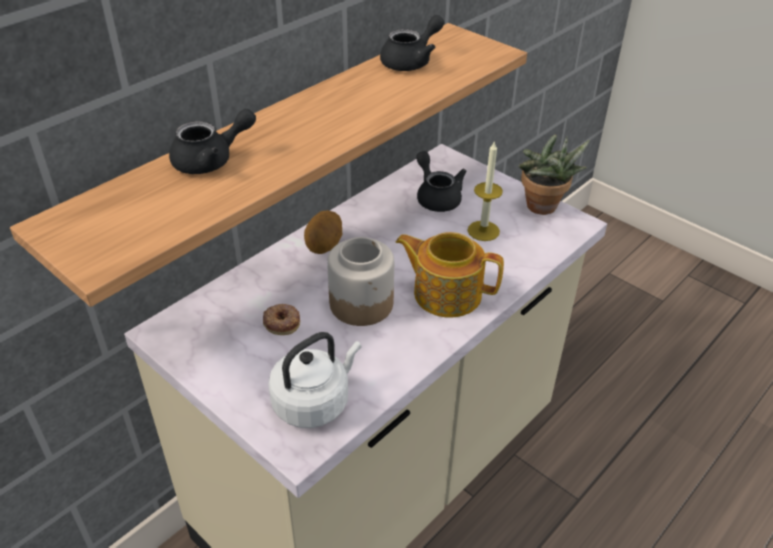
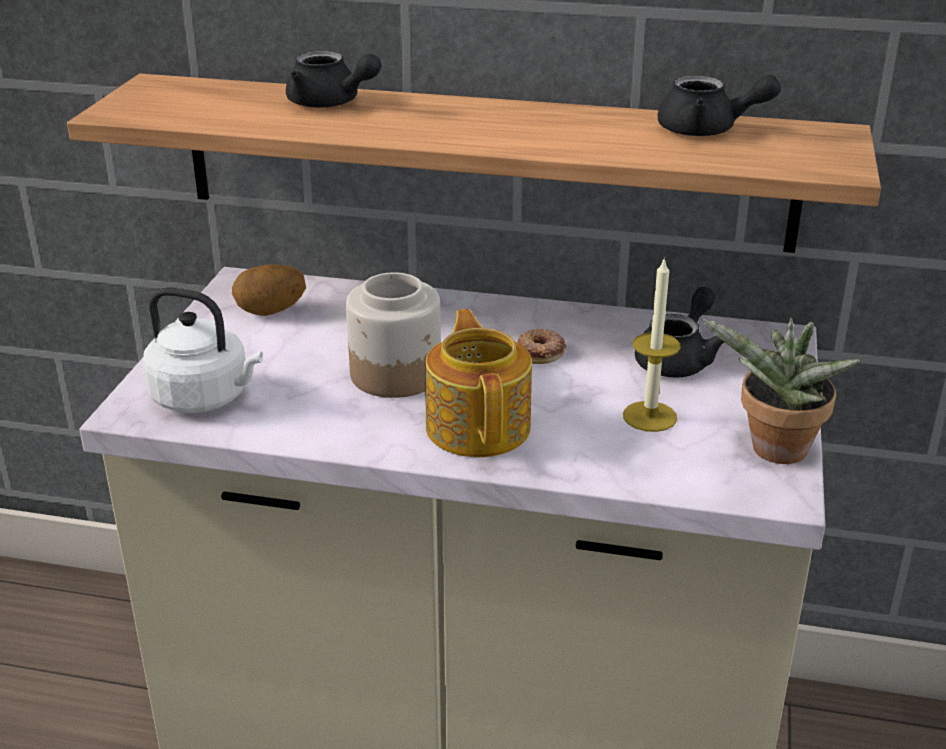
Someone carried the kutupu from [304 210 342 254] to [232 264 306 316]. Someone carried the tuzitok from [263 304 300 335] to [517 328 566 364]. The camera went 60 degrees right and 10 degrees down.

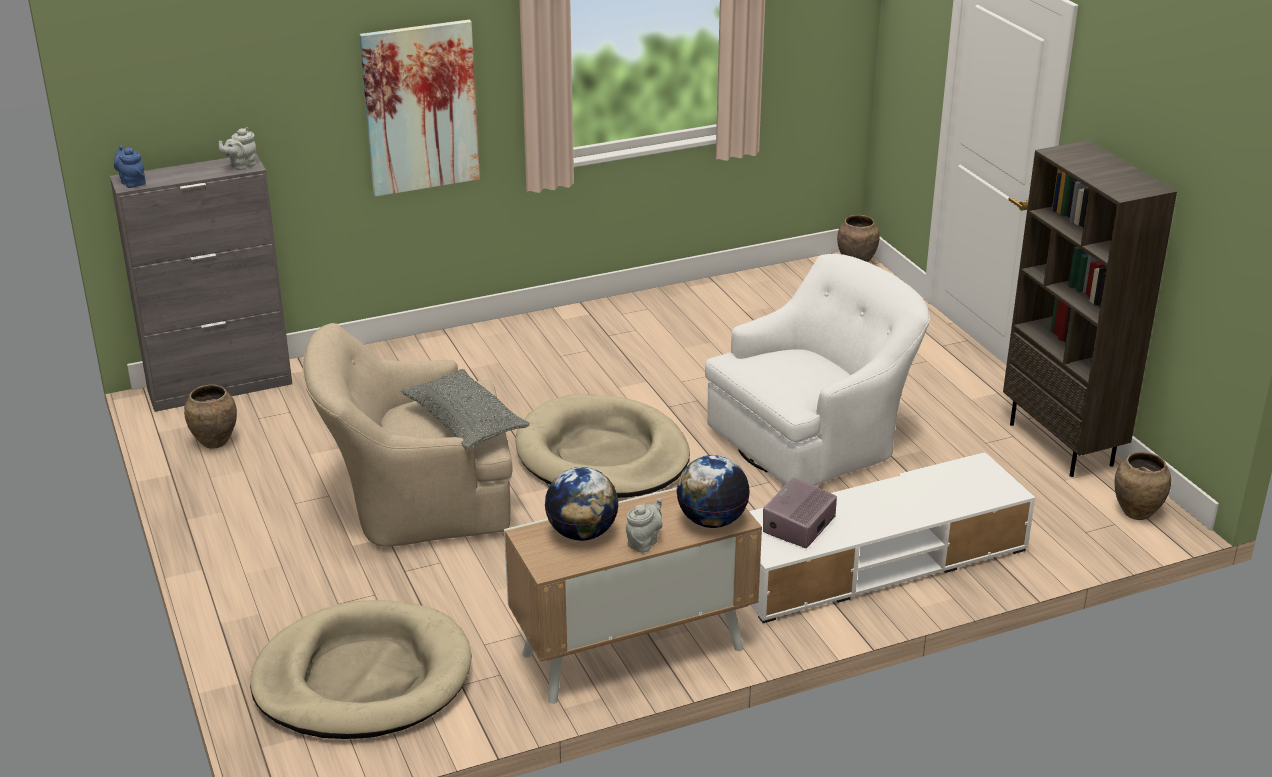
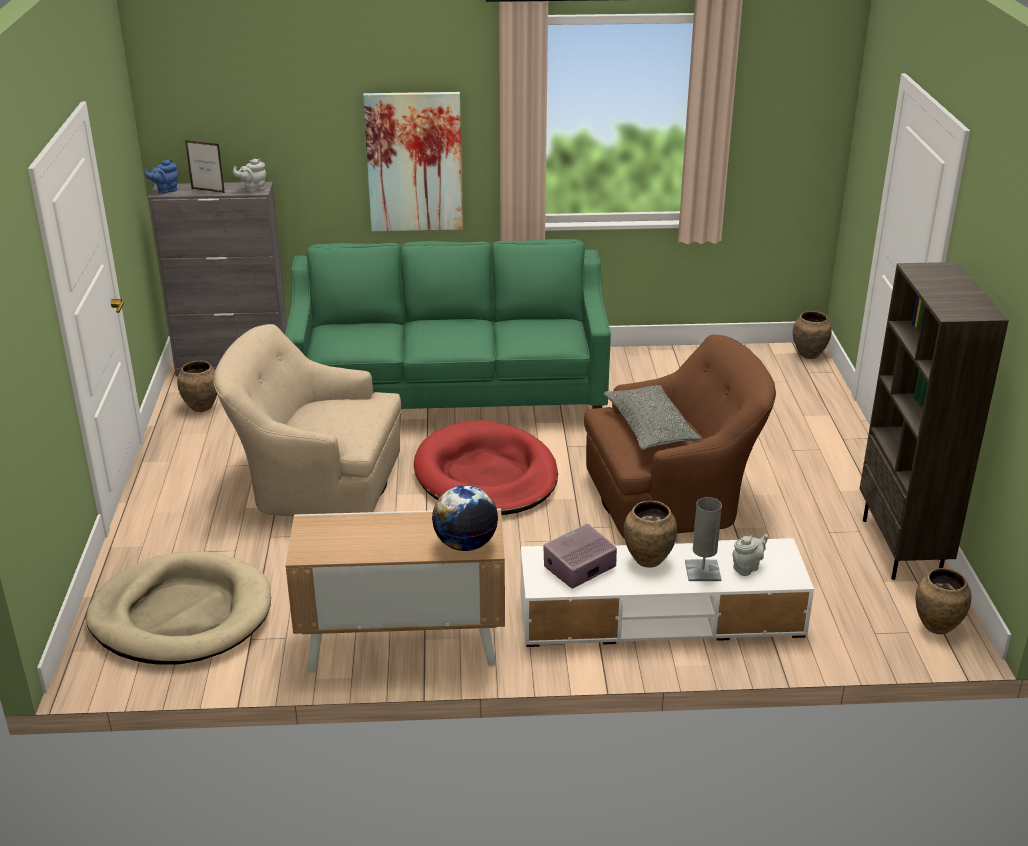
Someone rotated the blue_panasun at [114 145 146 188] by 105 degrees counterclockwise. Someone repainted the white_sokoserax at [705 254 930 486], which became the brown_sokoserax at [584 335 776 539]. Someone carried the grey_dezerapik from [401 369 530 450] to [604 385 702 450]. Someone repainted the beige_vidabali at [515 394 690 498], which became the red_vidabali at [414 420 558 515]. Someone took away the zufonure at [545 467 619 541]. Someone carried the grey_panasun from [626 498 662 553] to [733 534 768 576]. Someone put down the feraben at [185 140 225 193]. Someone put down the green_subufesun at [285 239 611 409]. Someone put down the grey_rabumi at [685 497 722 581]. Someone put down the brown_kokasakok at [624 501 677 568]. The camera went 20 degrees right and 0 degrees up.

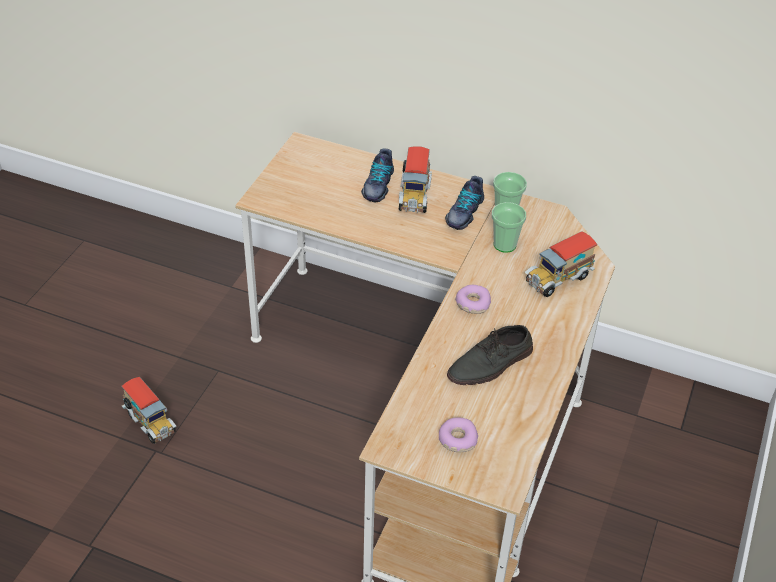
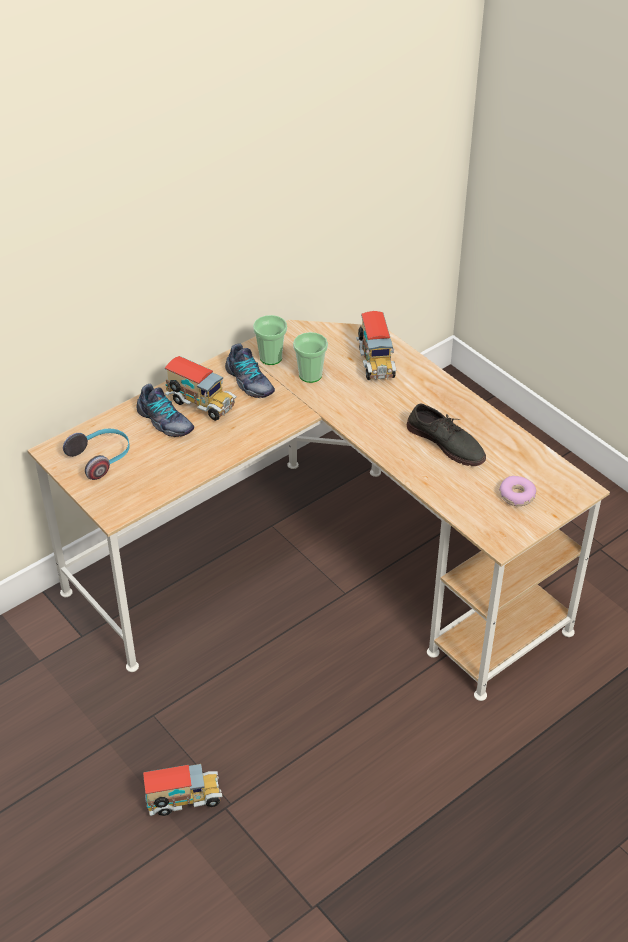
Someone took away the tuzitok at [456 285 491 314]. Someone rotated the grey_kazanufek at [447 325 533 385] by 45 degrees counterclockwise. Someone put down the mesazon at [63 429 129 480]. The camera went 60 degrees left and 0 degrees up.

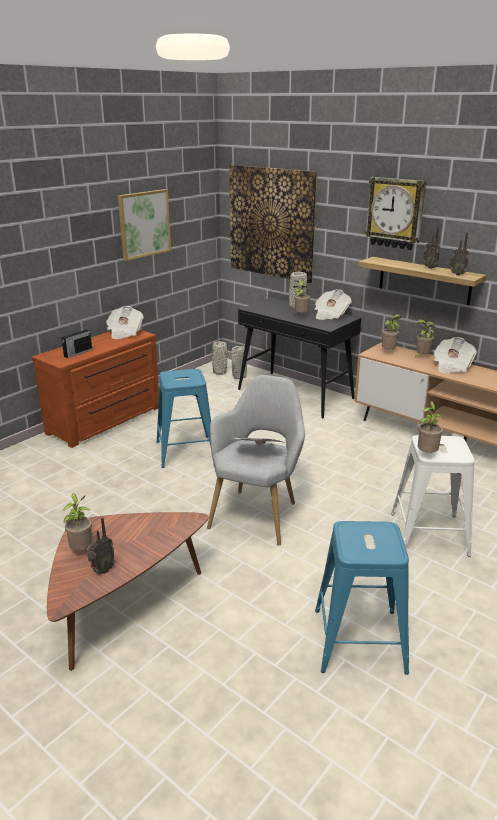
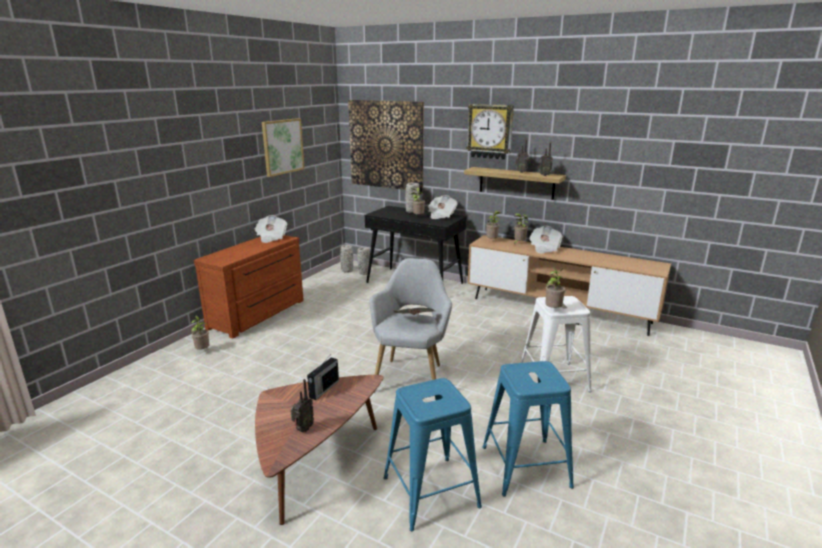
Someone carried the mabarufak from [61 327 92 358] to [307 357 339 400]. Someone carried the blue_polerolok from [157 369 211 468] to [384 378 482 531]. Someone carried the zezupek from [63 493 93 551] to [191 315 210 350]. The camera went 10 degrees left and 5 degrees down.

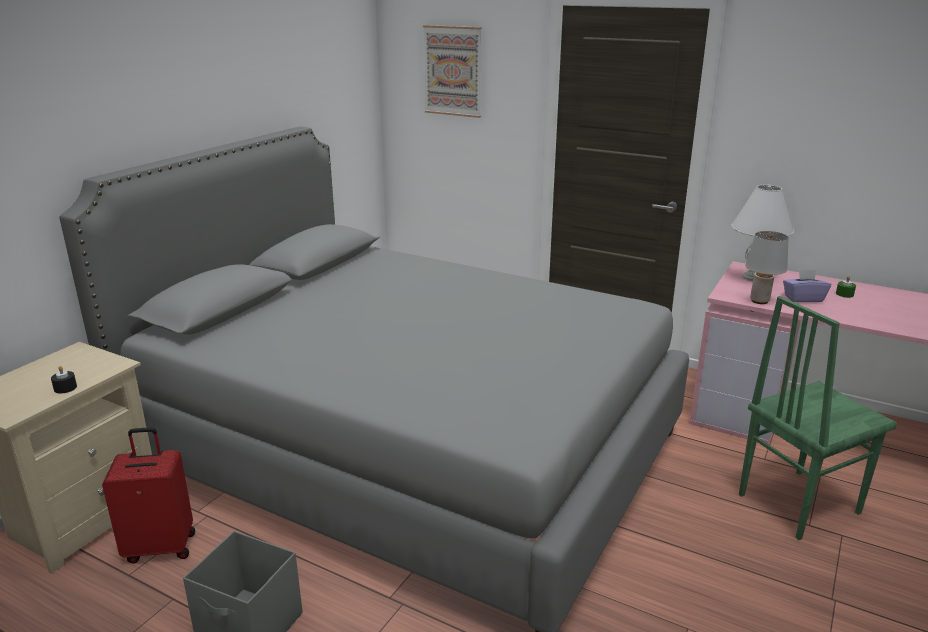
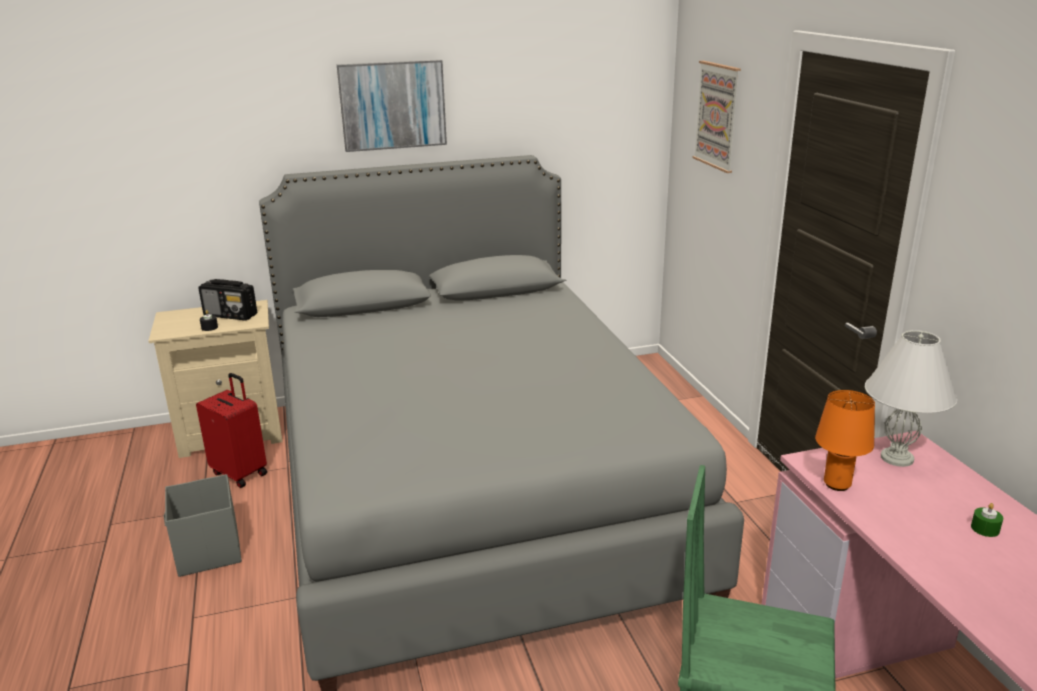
Someone repainted the grey_rabumi at [746 231 789 304], which became the orange_rabumi at [815 390 875 491]. Someone took away the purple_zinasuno at [783 269 831 302]. Someone put up the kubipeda at [337 60 447 152]. Someone put down the mabarufak at [198 279 257 321]. The camera went 45 degrees right and 0 degrees up.

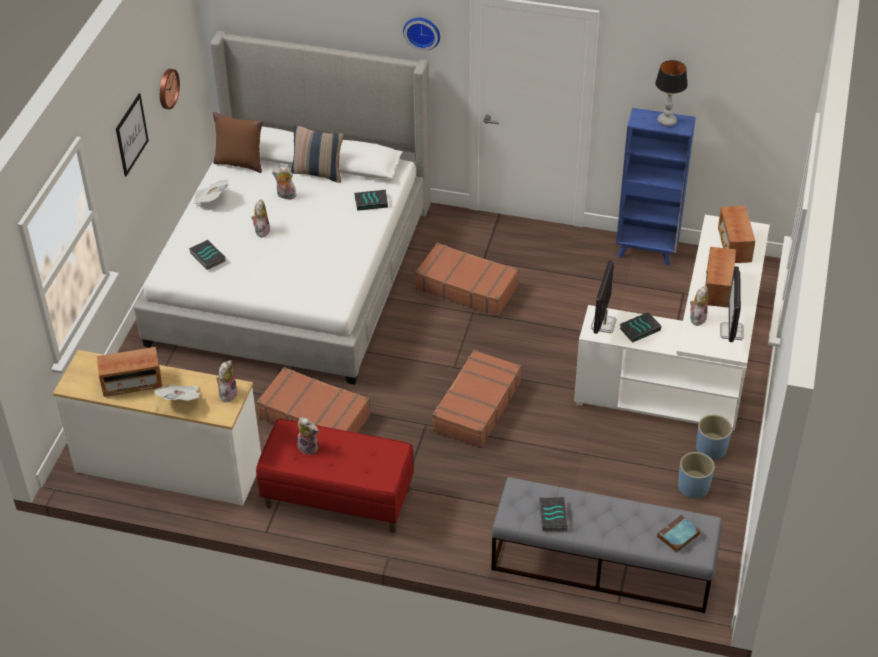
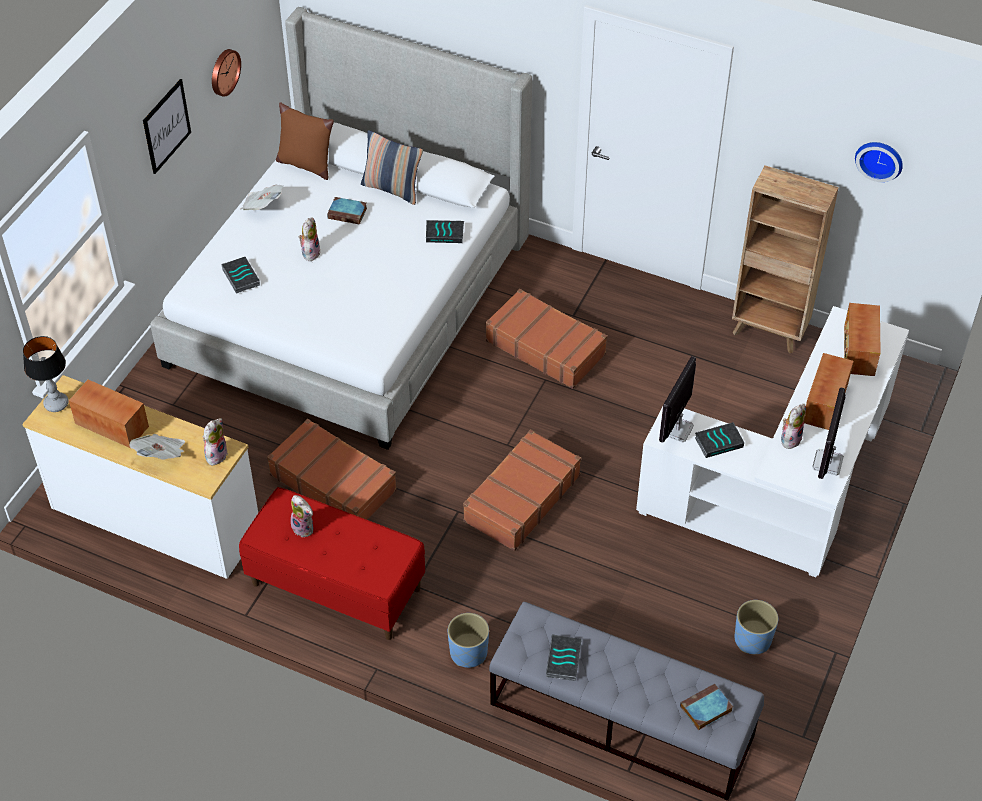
Someone carried the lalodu from [403 17 440 51] to [855 142 903 182]. Someone carried the rabumi from [655 60 688 126] to [23 336 69 412]. Someone repainted the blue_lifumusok at [616 108 696 266], which became the brown_lifumusok at [732 165 839 353]. Someone swapped the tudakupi at [272 167 296 199] for the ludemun at [327 197 367 225]. Someone rotated the mabarufak at [97 347 162 397] by 150 degrees counterclockwise. Someone carried the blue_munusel from [696 415 732 460] to [448 613 489 668]. The camera went 10 degrees right and 5 degrees up.

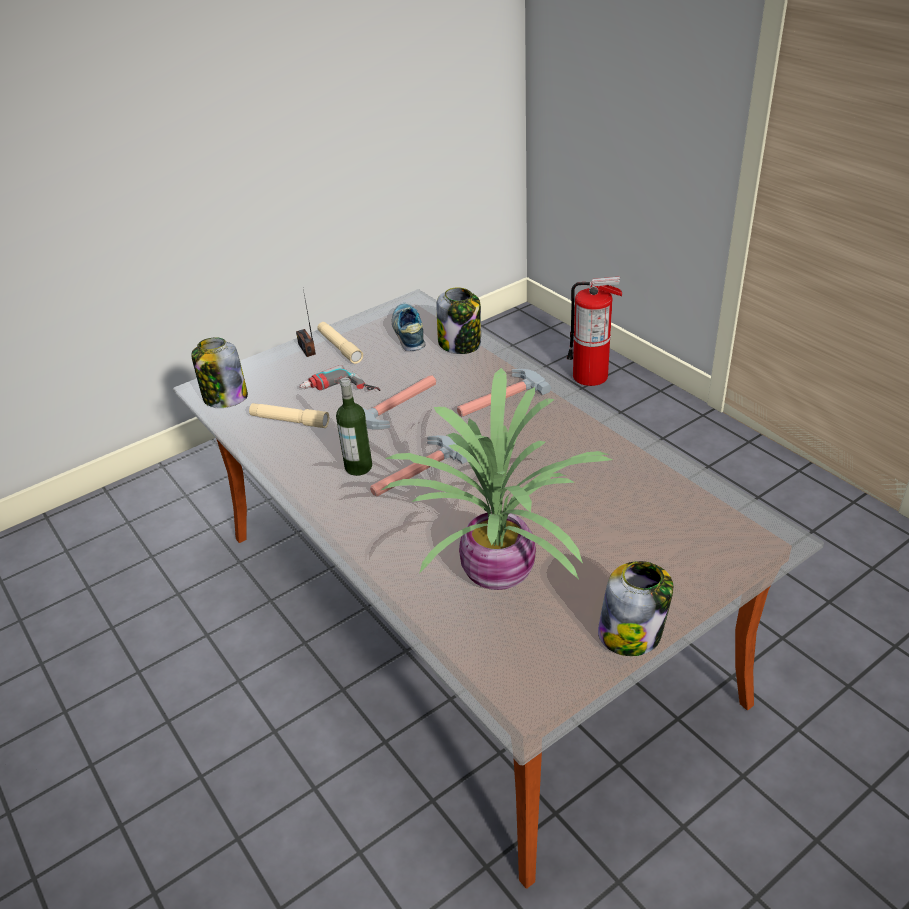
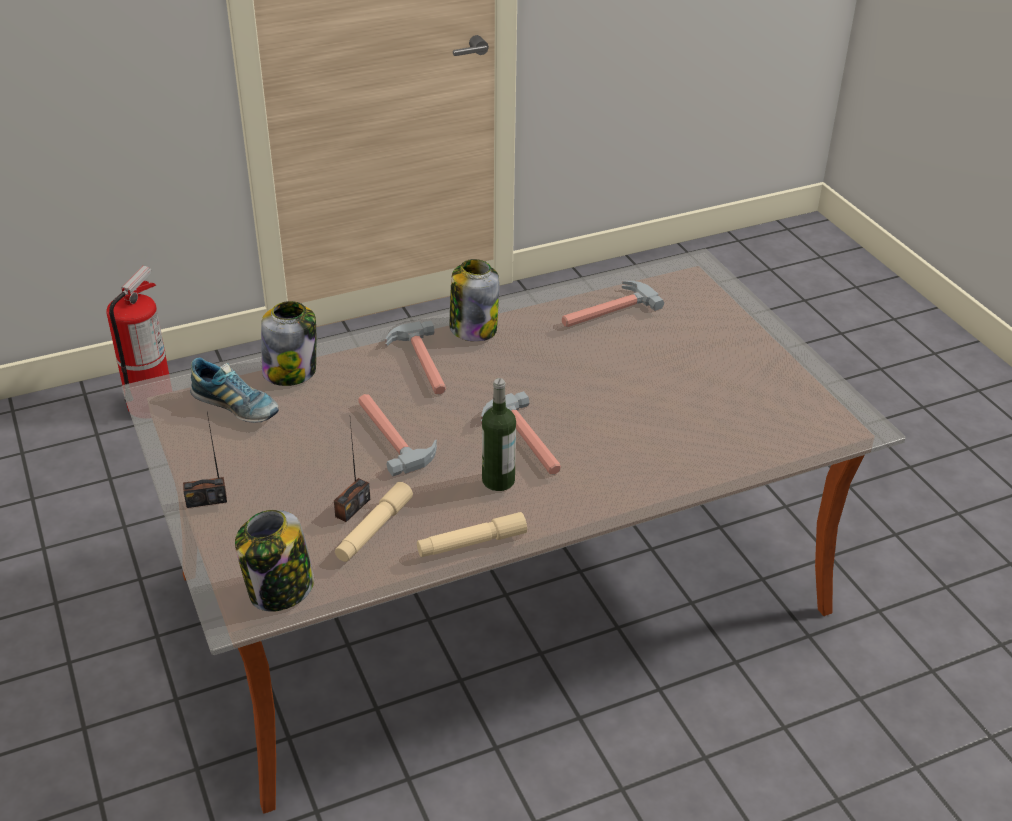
Someone rotated the kazanufek at [392 303 426 351] by 150 degrees counterclockwise. Someone carried the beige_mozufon from [317 322 363 364] to [417 512 527 557]. Someone took away the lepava at [300 365 381 391]. Someone took away the zezupek at [380 368 613 590]. Someone carried the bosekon from [598 561 673 656] to [450 259 499 342]. Someone put down the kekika at [562 281 664 327]. Someone put down the mabarufak at [334 421 370 522]. The camera went 80 degrees left and 0 degrees up.

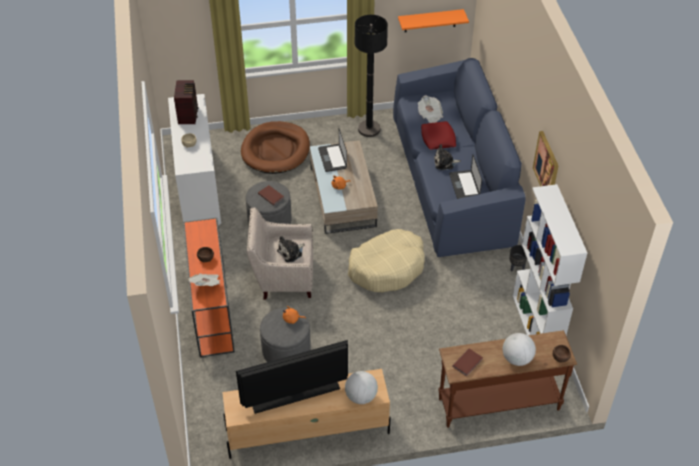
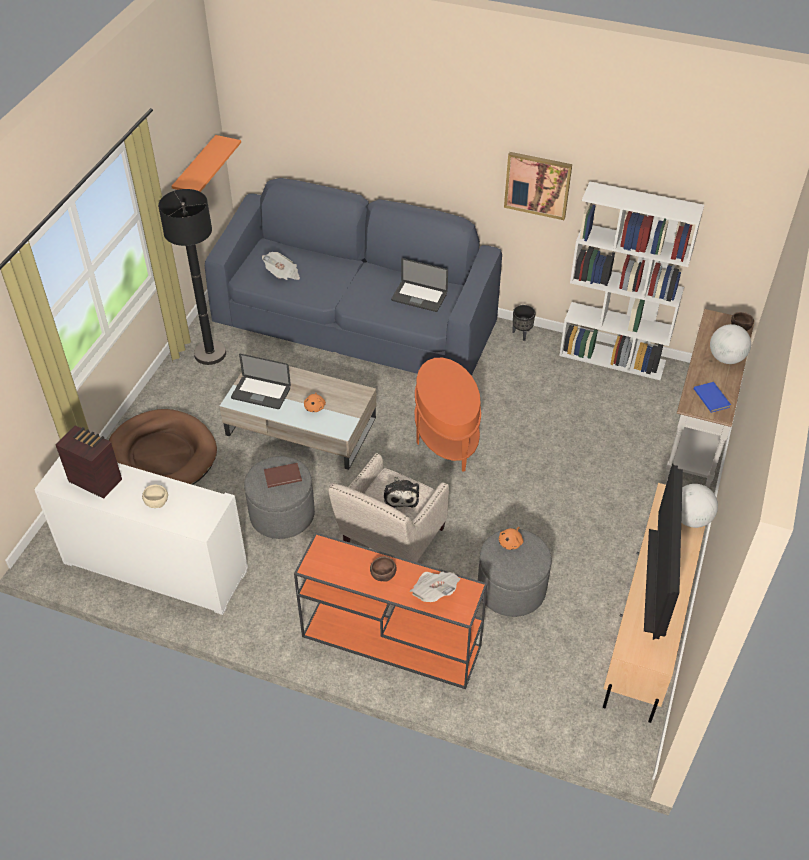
Someone took away the red_dezerapik at [421 121 456 150]. Someone took away the tudakupi at [434 144 461 170]. Someone swapped the beige_vidabali at [348 229 425 293] for the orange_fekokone at [415 358 481 472]. Someone repainted the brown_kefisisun at [438 330 577 428], which became the white_kefisisun at [665 309 755 488]. Someone repainted the brown_ludemun at [452 349 483 376], which became the blue_ludemun at [694 382 731 413]. The camera went 60 degrees left and 0 degrees up.

